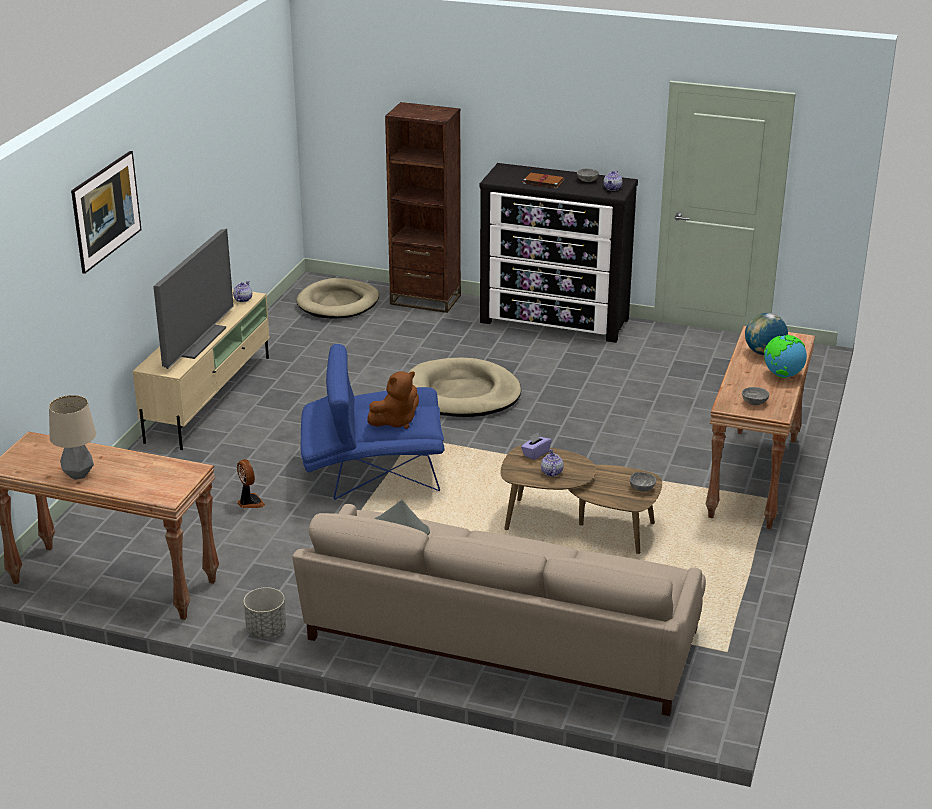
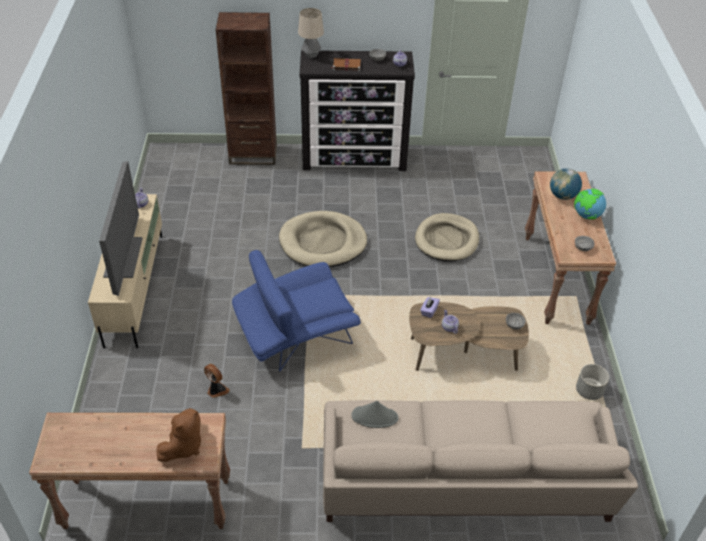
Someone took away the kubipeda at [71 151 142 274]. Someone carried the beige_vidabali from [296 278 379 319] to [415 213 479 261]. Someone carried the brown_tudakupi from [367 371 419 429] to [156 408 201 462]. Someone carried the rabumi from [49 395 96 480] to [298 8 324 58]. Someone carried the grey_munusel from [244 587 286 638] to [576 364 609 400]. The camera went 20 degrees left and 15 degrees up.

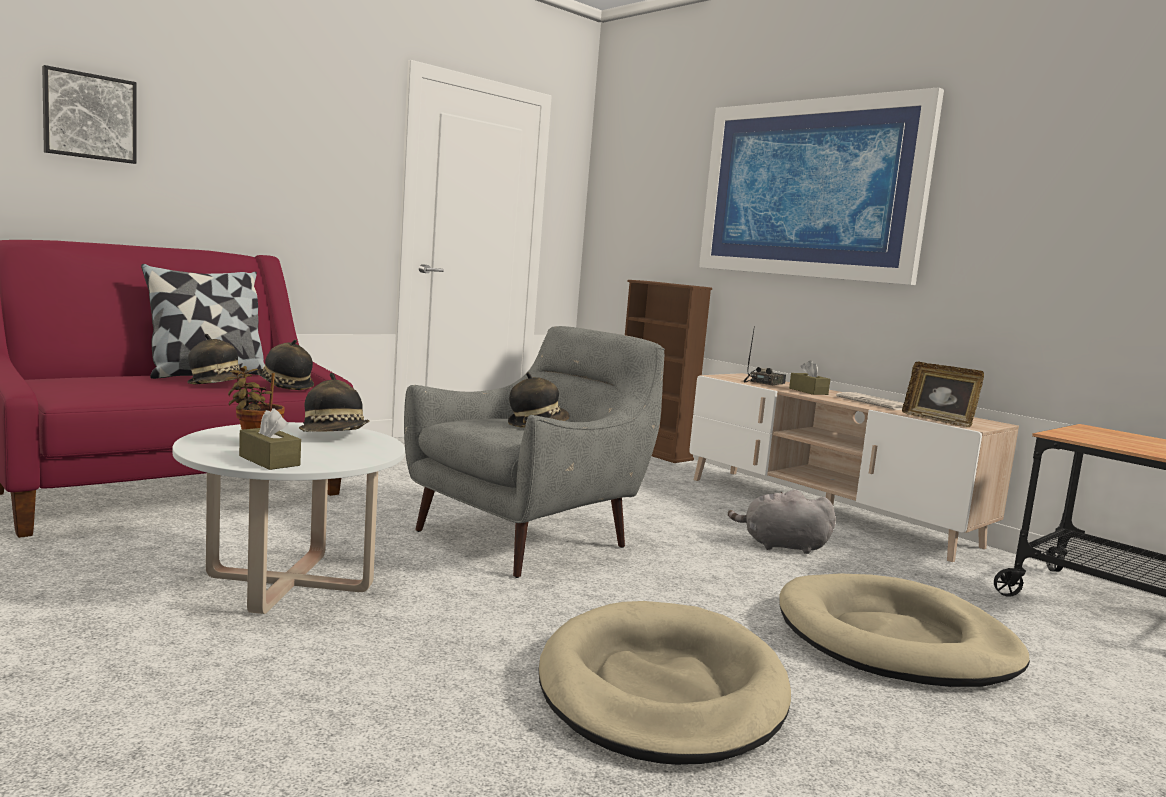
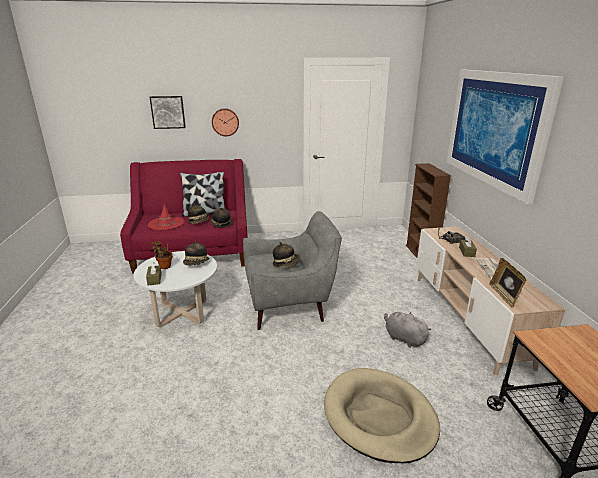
Someone took away the beige_vidabali at [539 601 791 765]. Someone put up the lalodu at [212 108 239 136]. Someone put down the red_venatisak at [148 204 184 230]. The camera went 35 degrees right and 15 degrees up.

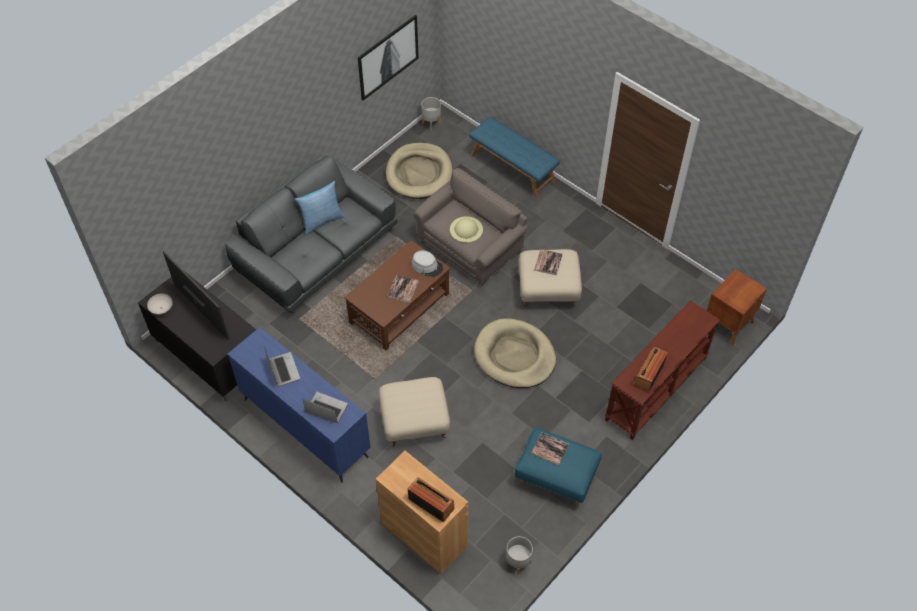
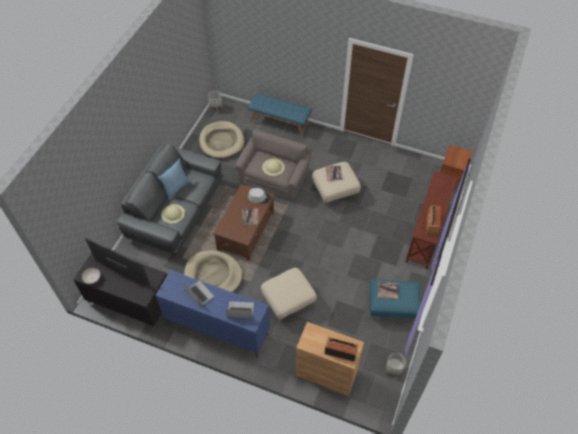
Someone took away the kubipeda at [358 15 419 100]. Someone carried the beige_vidabali from [474 318 556 388] to [184 250 243 292]. Someone put down the beige_venatisak at [161 204 185 224]. The camera went 20 degrees left and 0 degrees up.

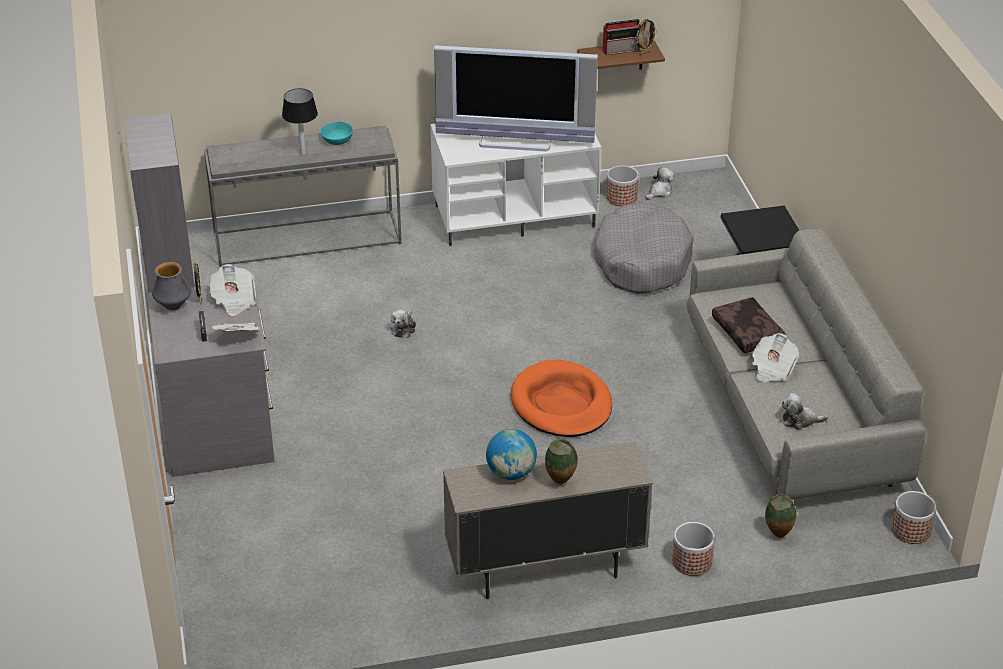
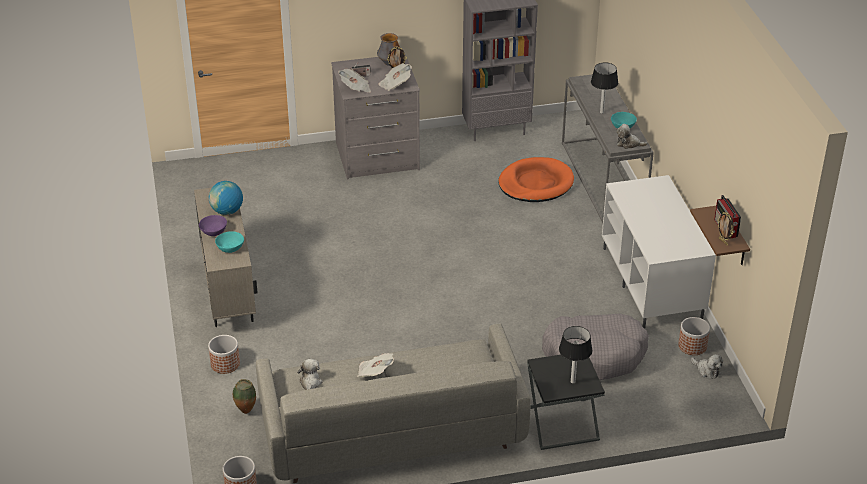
Someone took away the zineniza at [434 45 598 151]. Someone took away the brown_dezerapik at [712 297 786 353]. Someone carried the tudakupi from [390 310 416 338] to [616 124 648 149]. Someone carried the orange_vidabali from [511 360 612 437] to [499 157 574 202]. Someone swapped the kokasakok at [545 439 578 484] for the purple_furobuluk at [199 215 227 236]. Someone put down the turquoise_furobuluk at [215 231 244 253]. Someone put down the rabumi at [559 326 592 384]. The camera went 90 degrees right and 0 degrees up.

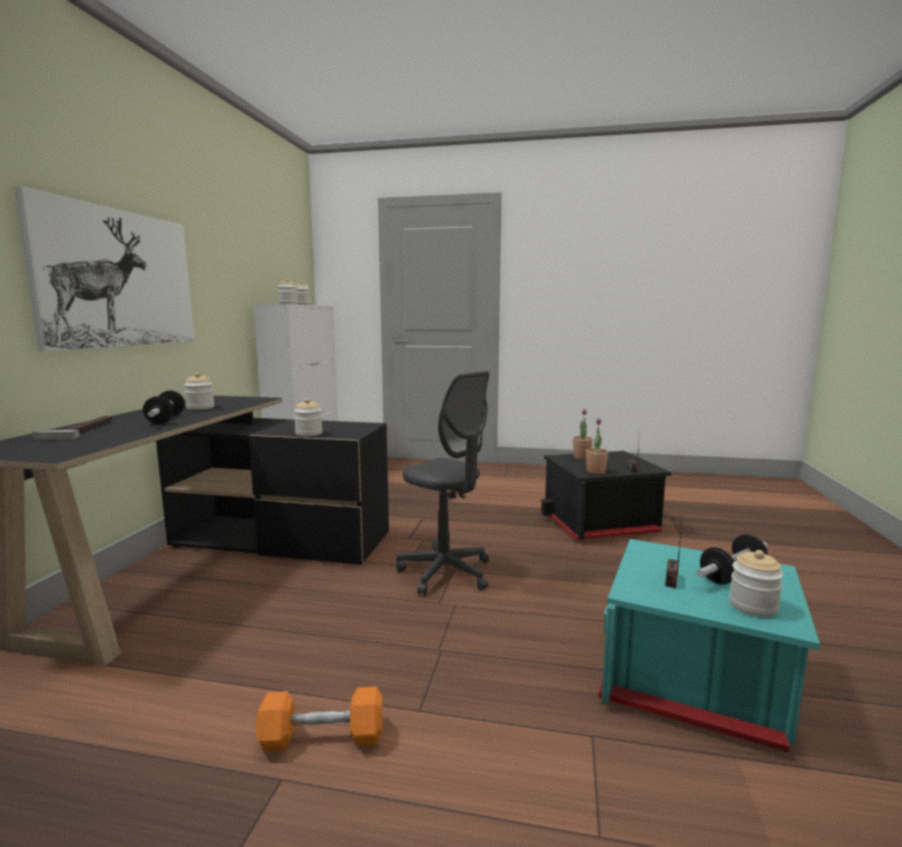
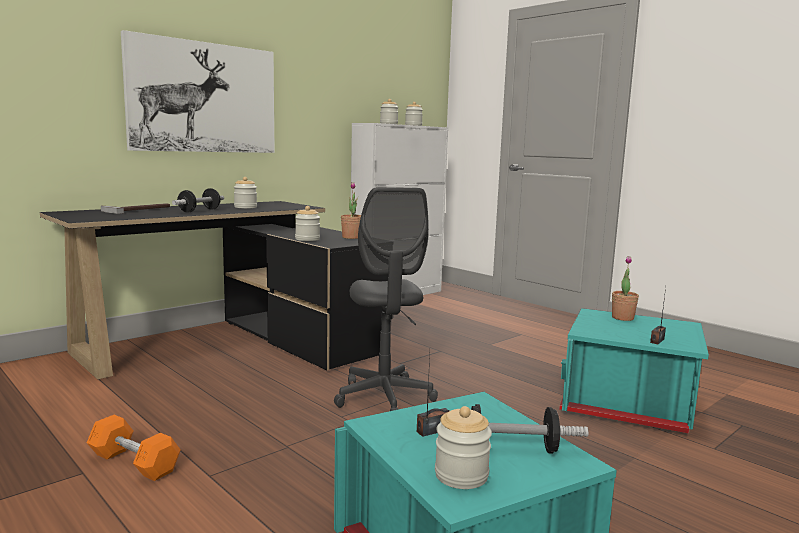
Someone carried the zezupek from [586 418 608 474] to [341 182 361 239]. Someone repainted the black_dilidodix at [541 451 671 540], which became the turquoise_dilidodix at [559 308 709 433]. The camera went 35 degrees right and 0 degrees up.

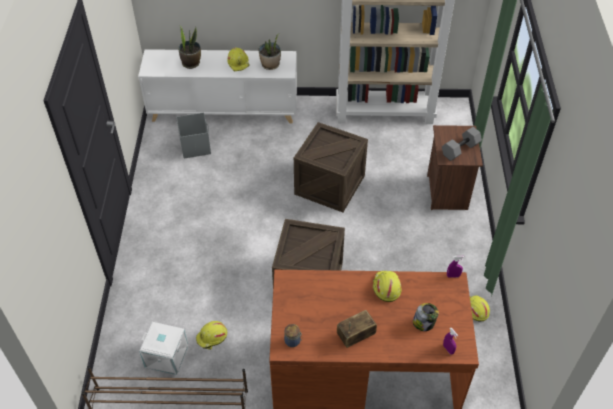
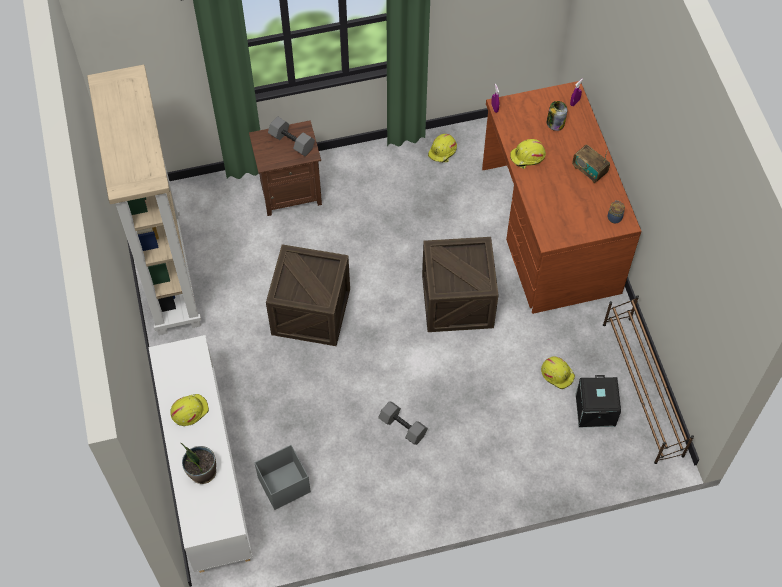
Someone took away the zezupek at [258 33 281 70]. Someone repainted the white_dilidodix at [139 322 188 375], which became the black_dilidodix at [576 375 621 427]. Someone put down the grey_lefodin at [378 401 428 445]. The camera went 105 degrees left and 10 degrees up.

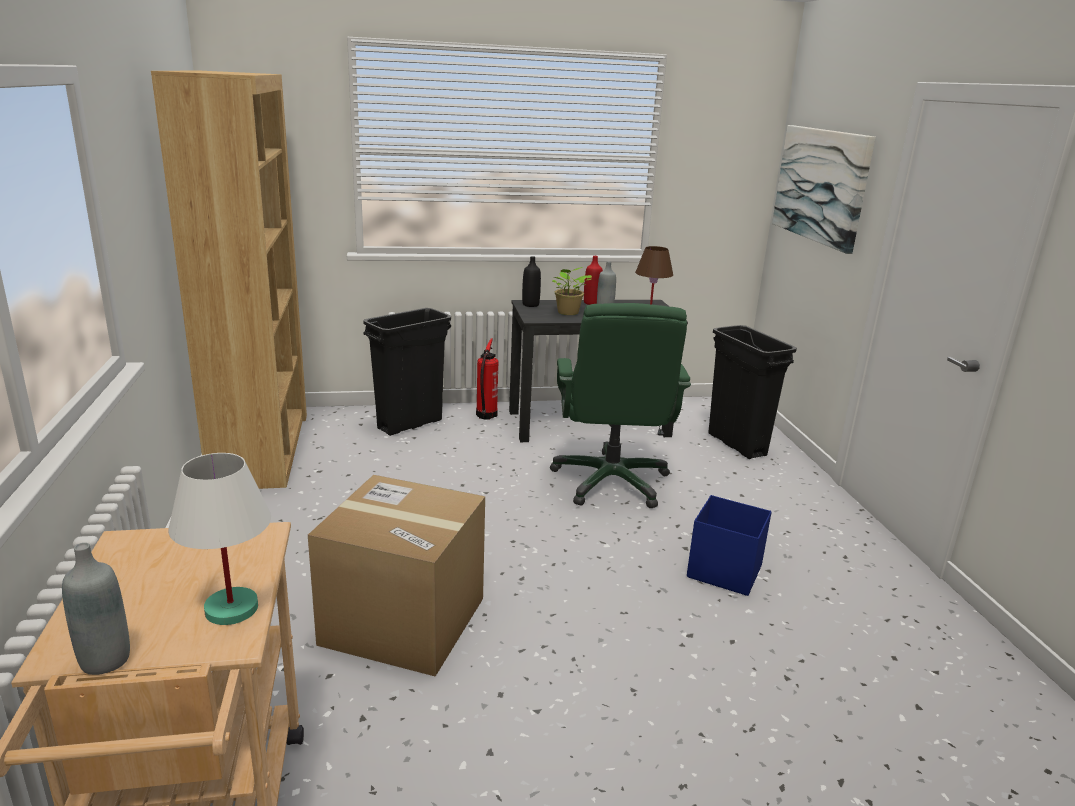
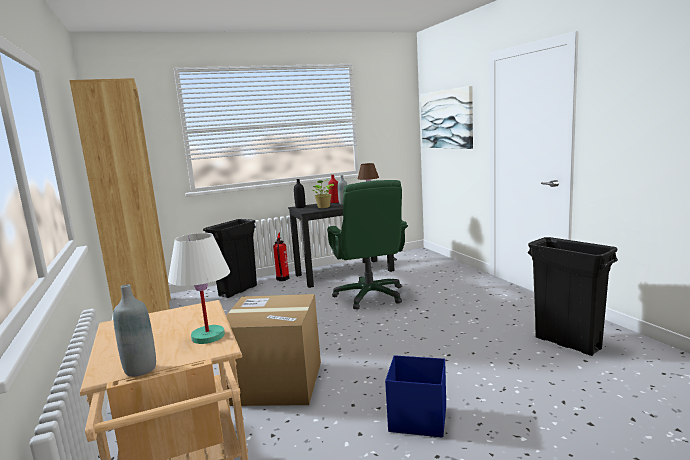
Someone carried the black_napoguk from [708 325 797 459] to [528 237 618 356]. Someone carried the blue_dilidodix from [687 495 772 596] to [385 355 446 438]. The camera went 10 degrees left and 10 degrees down.

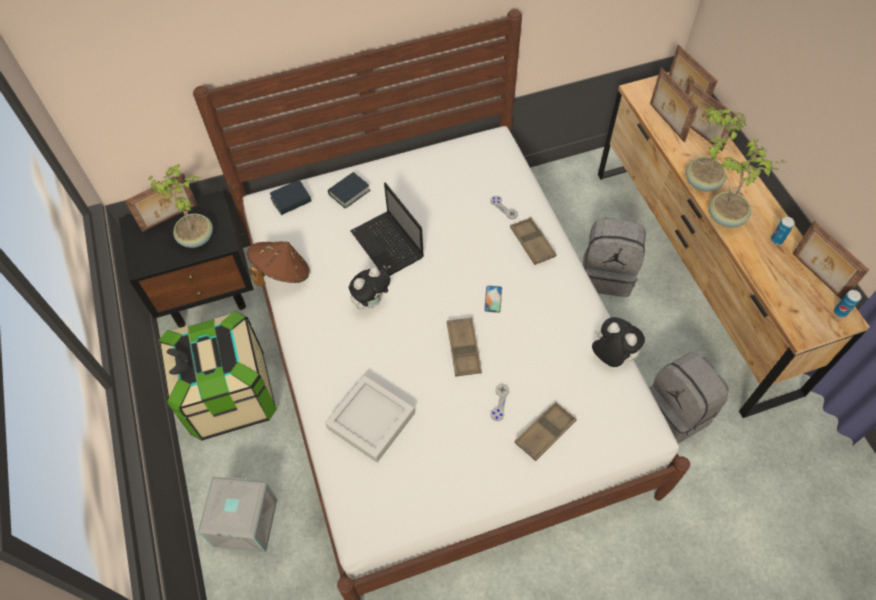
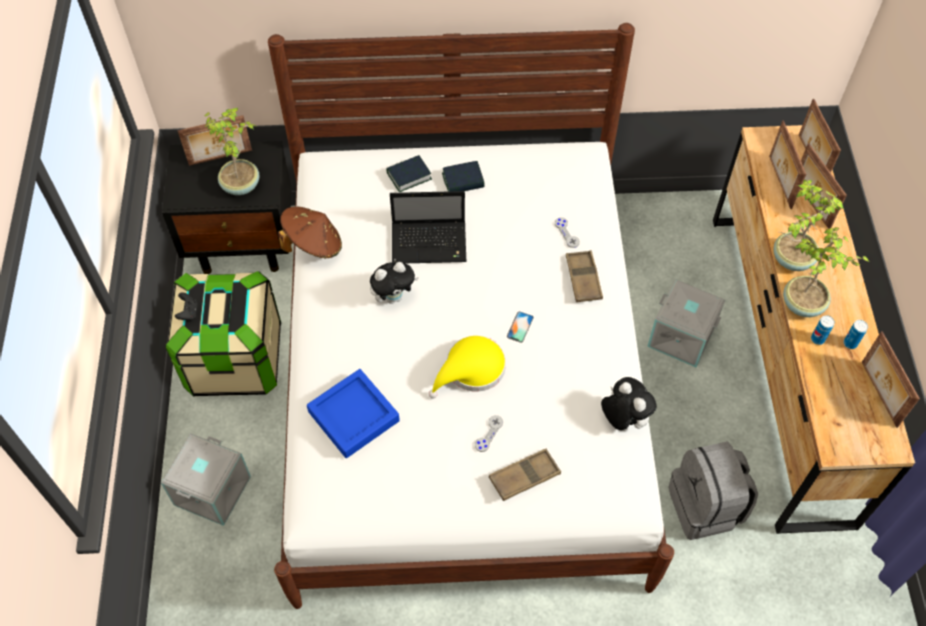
Someone carried the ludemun from [270 180 311 215] to [442 161 485 192]. Someone rotated the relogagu at [350 182 424 276] by 75 degrees counterclockwise. Someone swapped the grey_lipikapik at [583 218 646 297] for the grey_dilidodix at [647 279 725 367]. Someone carried the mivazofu from [834 290 861 318] to [811 315 835 345]. Someone swapped the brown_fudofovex at [447 317 482 377] for the yellow_venatisak at [428 335 506 398]. Someone repainted the grey_fudofovex at [325 375 415 462], which became the blue_fudofovex at [307 369 400 458]. The camera went 15 degrees right and 0 degrees up.

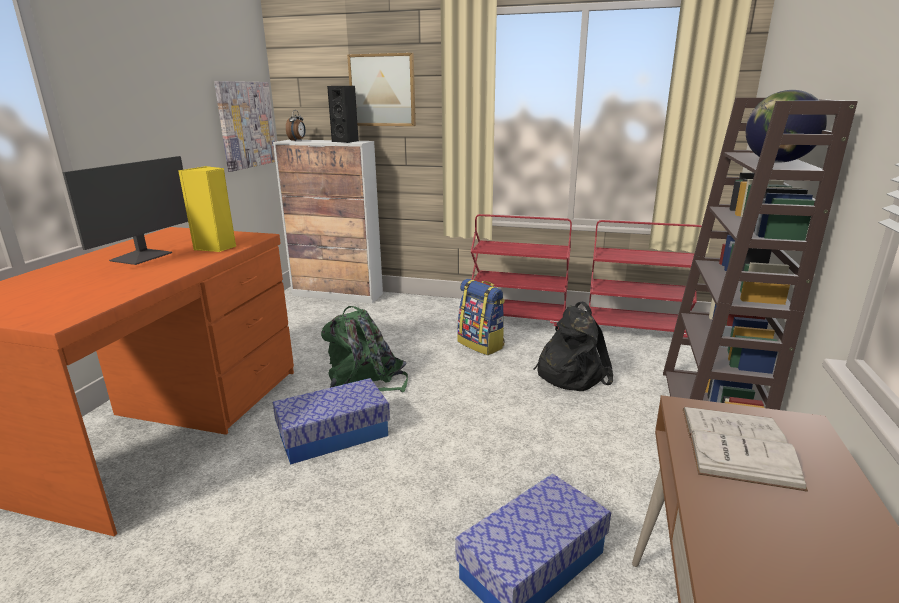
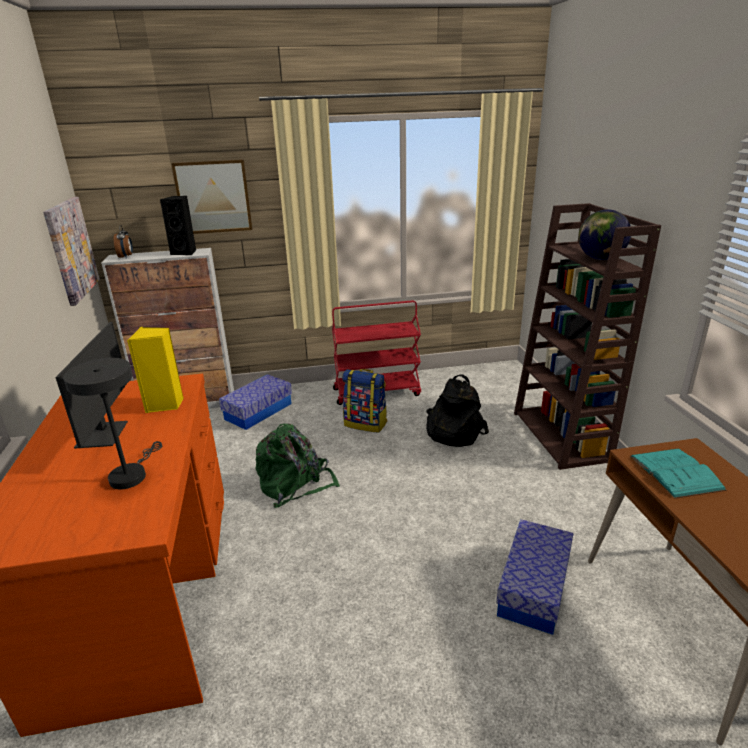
Someone took away the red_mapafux at [589 220 702 338]. Someone carried the dilidodix from [273 378 390 465] to [219 374 292 430]. Someone repainted the white_ludemun at [682 407 808 492], which became the turquoise_ludemun at [630 449 727 499]. Someone put down the grey_rabumi at [63 358 162 489]. The camera went 25 degrees left and 5 degrees up.

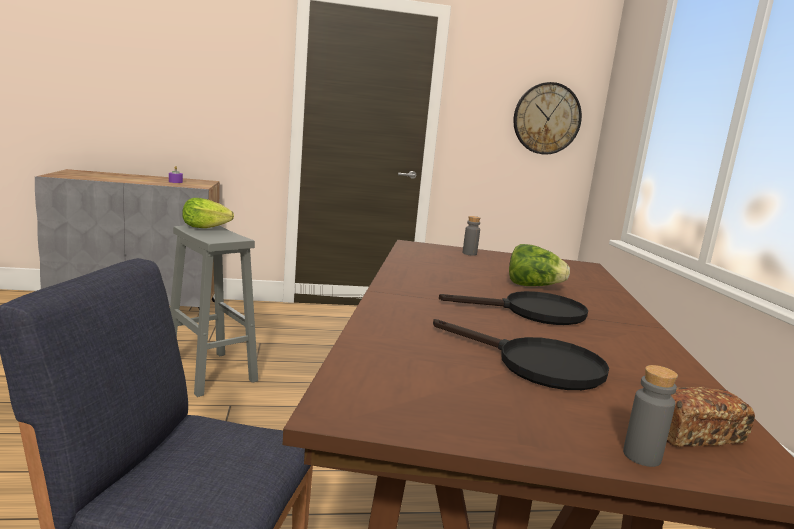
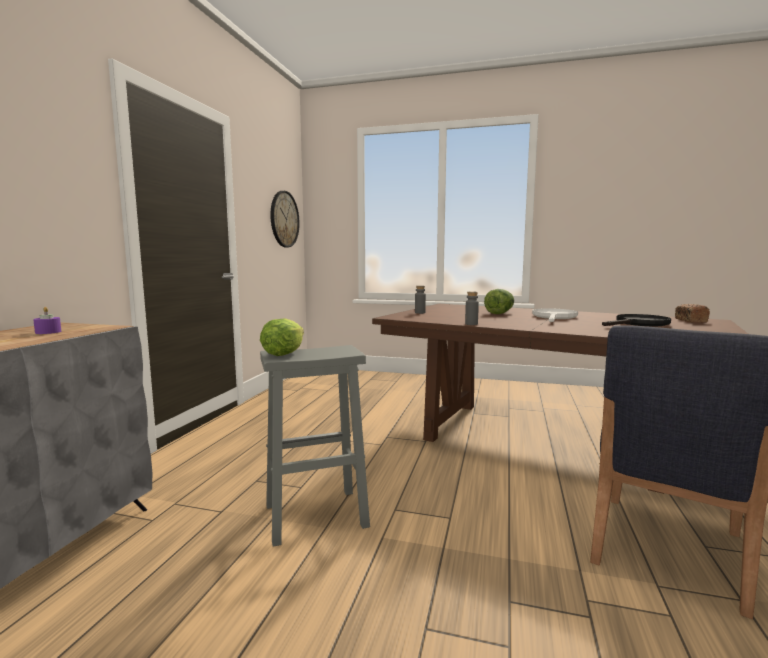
Someone repainted the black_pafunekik at [439 291 588 325], which became the white_pafunekik at [532 308 578 322]. Someone carried the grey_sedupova from [623 365 678 467] to [465 291 479 325]. The camera went 65 degrees left and 5 degrees down.

